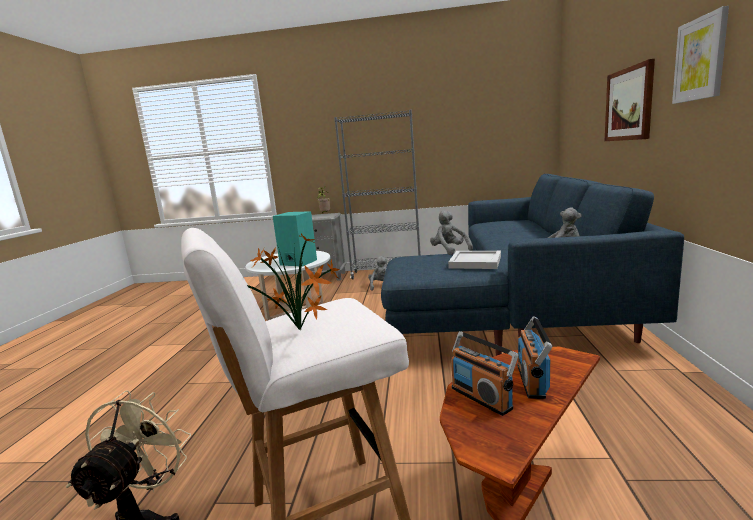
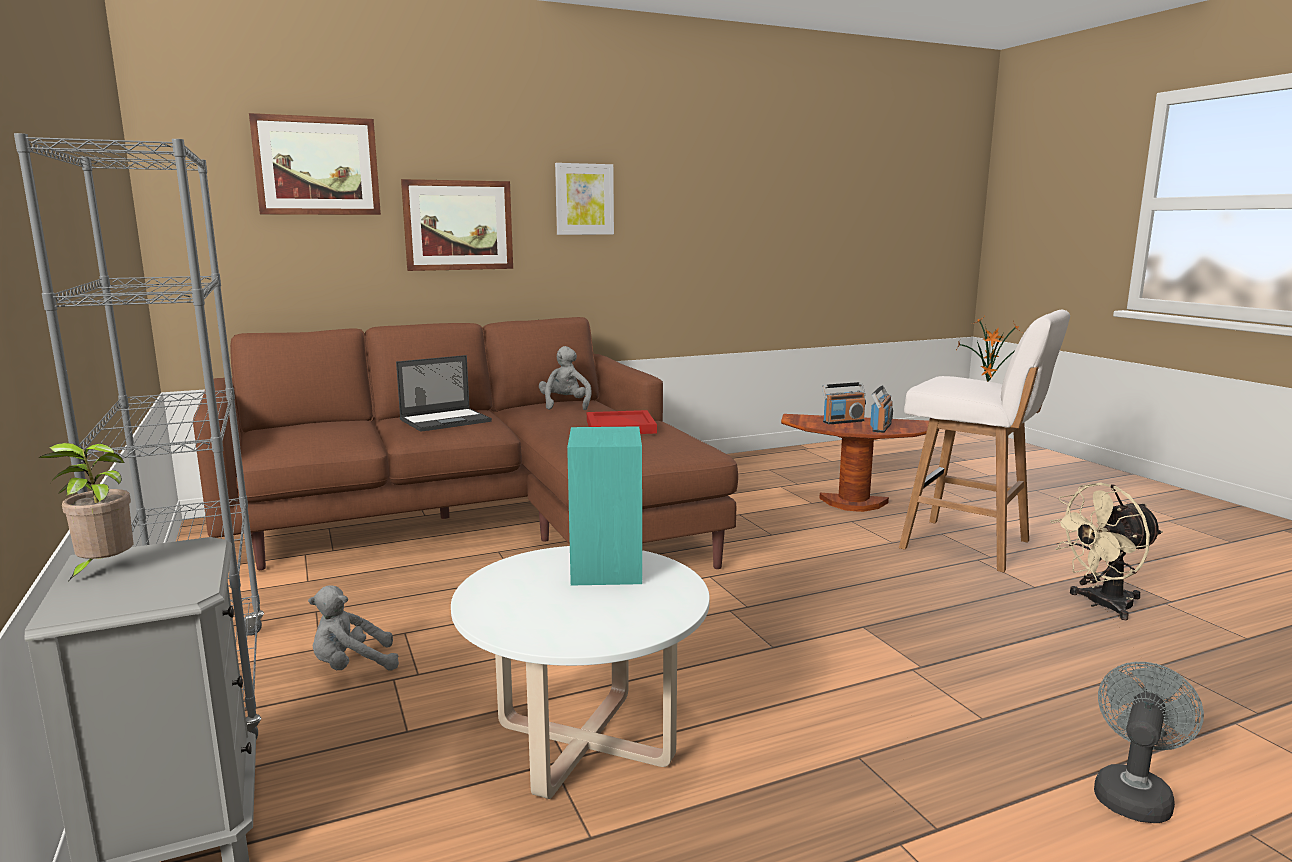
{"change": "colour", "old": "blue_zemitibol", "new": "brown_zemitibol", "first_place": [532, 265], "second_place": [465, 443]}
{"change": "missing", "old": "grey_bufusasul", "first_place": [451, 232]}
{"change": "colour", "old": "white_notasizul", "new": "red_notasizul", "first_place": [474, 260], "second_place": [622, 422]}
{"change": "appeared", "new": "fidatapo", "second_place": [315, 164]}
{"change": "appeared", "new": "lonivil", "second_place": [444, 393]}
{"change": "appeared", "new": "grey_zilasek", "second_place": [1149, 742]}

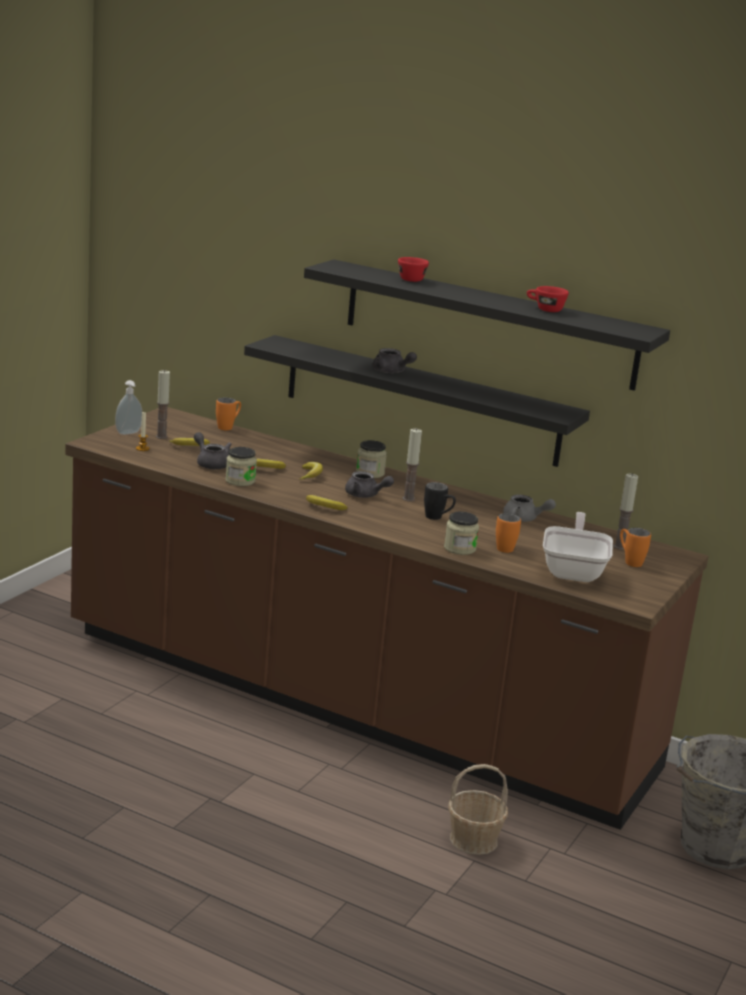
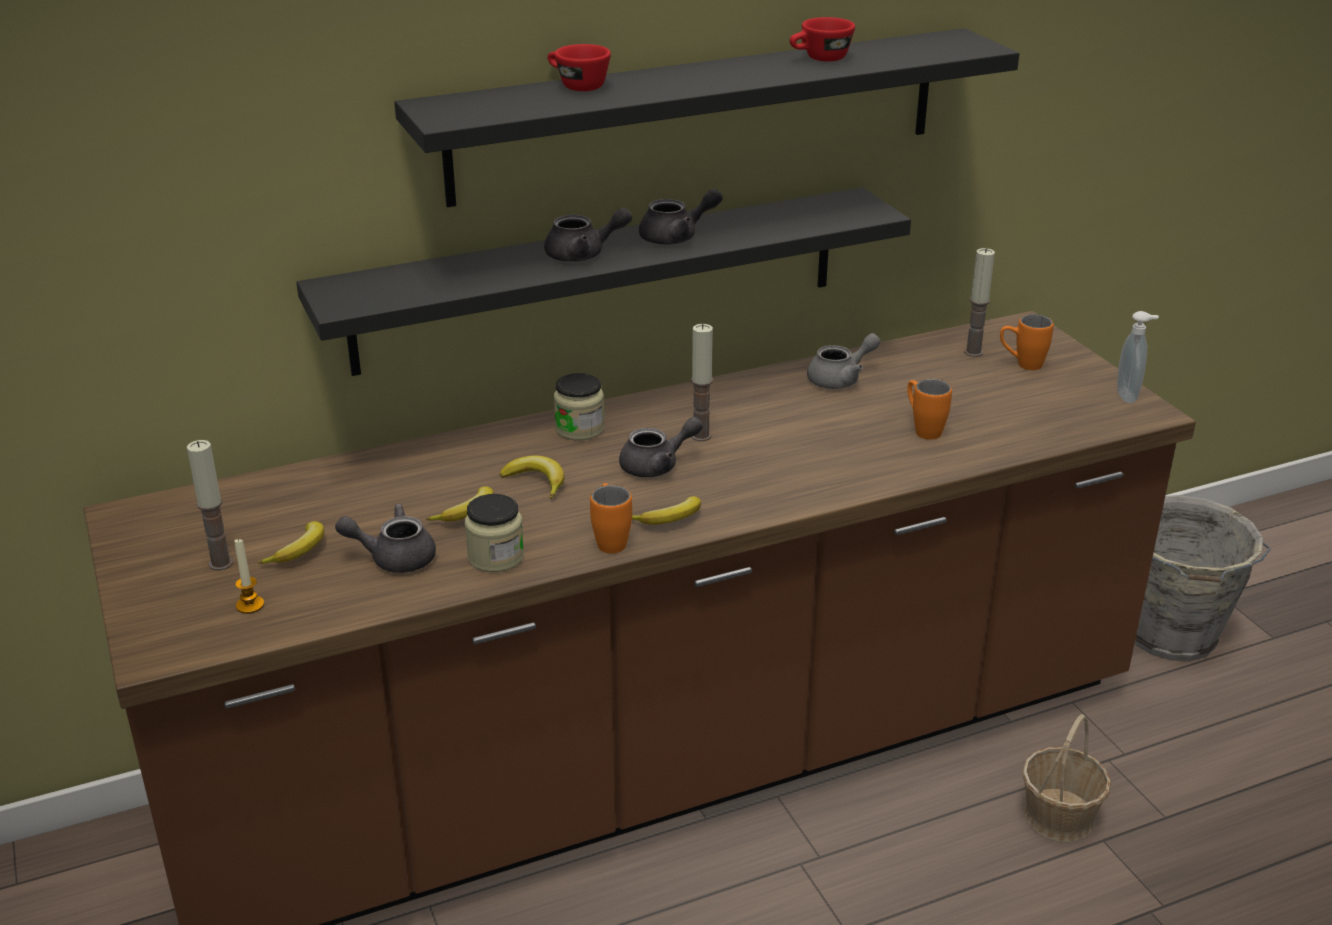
{"change": "relocated", "old": "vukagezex", "first_place": [128, 407], "second_place": [1138, 357]}
{"change": "relocated", "old": "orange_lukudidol", "first_place": [228, 414], "second_place": [611, 518]}
{"change": "missing", "old": "black_lukudidol", "first_place": [440, 501]}
{"change": "missing", "old": "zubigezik", "first_place": [461, 533]}
{"change": "missing", "old": "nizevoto", "first_place": [578, 547]}
{"change": "appeared", "new": "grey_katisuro", "second_place": [681, 216]}

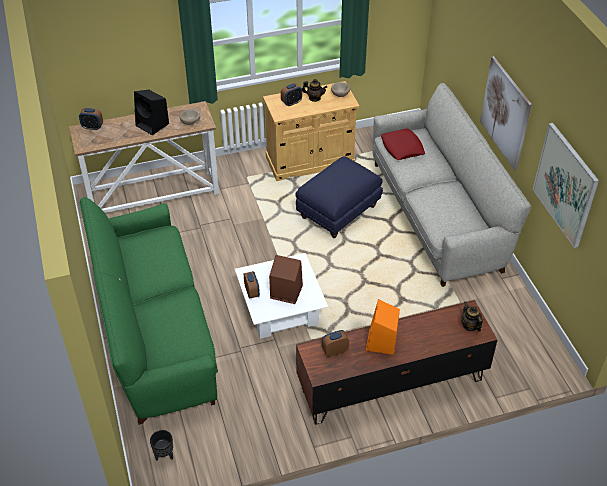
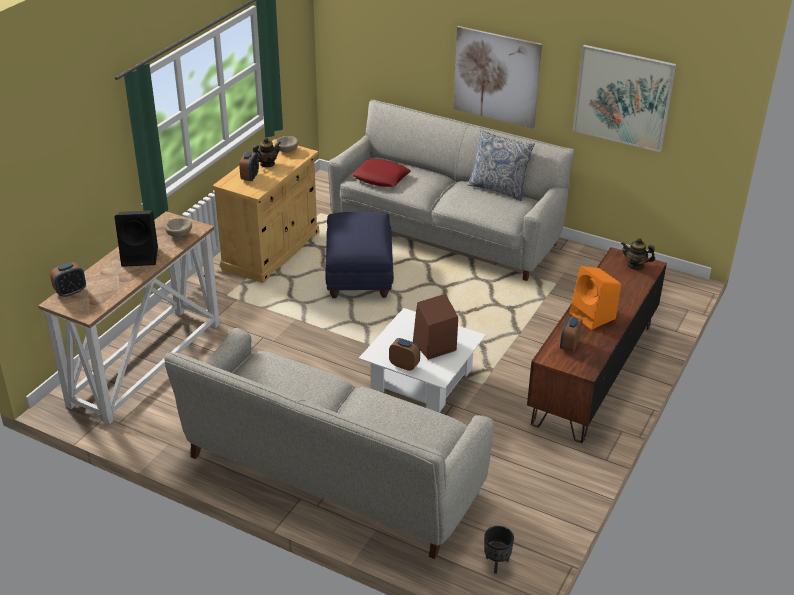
{"change": "colour", "old": "green_zemitibol", "new": "grey_zemitibol", "first_place": [148, 311], "second_place": [329, 443]}
{"change": "appeared", "new": "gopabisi", "second_place": [501, 165]}

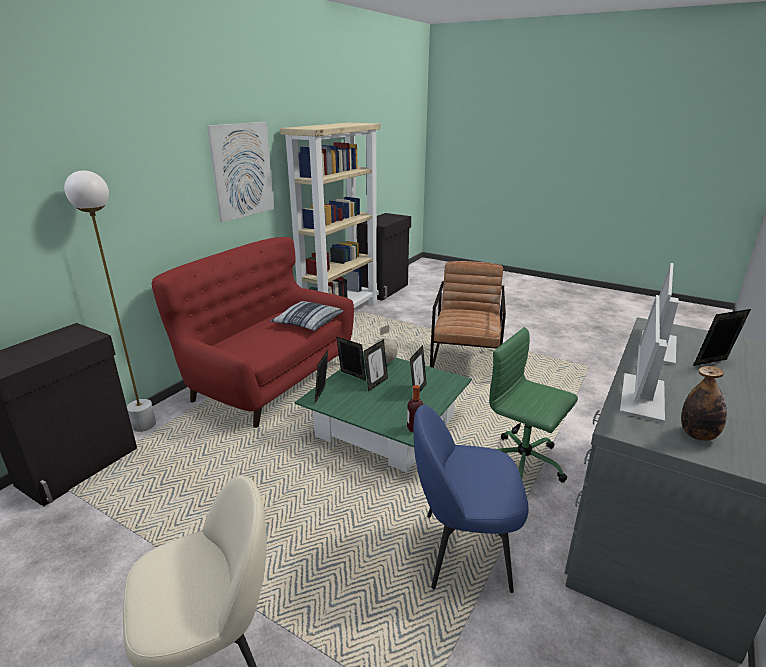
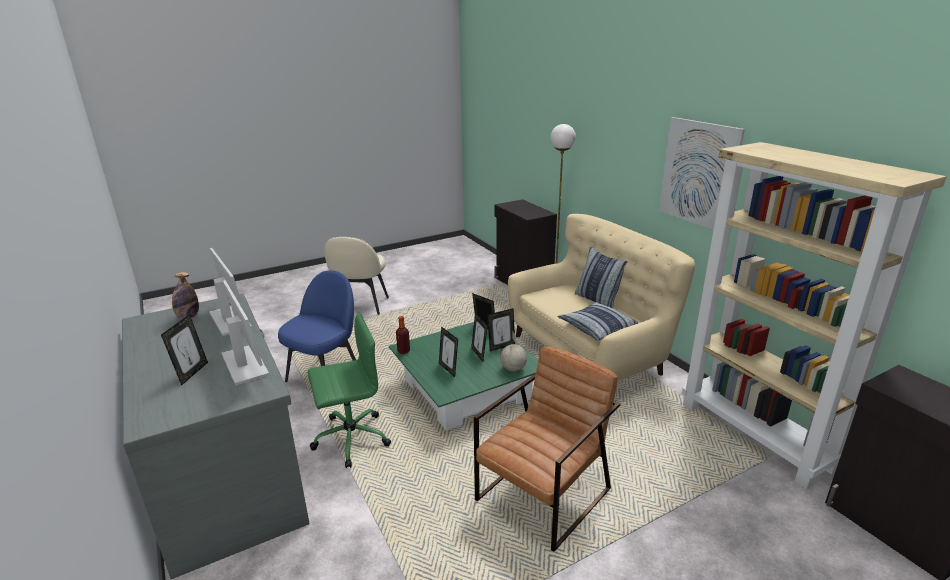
{"change": "colour", "old": "red_zemitibol", "new": "beige_zemitibol", "first_place": [253, 332], "second_place": [601, 297]}
{"change": "spun", "old": "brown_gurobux", "first_place": [468, 314], "second_place": [547, 449], "degrees": -90}
{"change": "appeared", "new": "gopabisi", "second_place": [601, 277]}

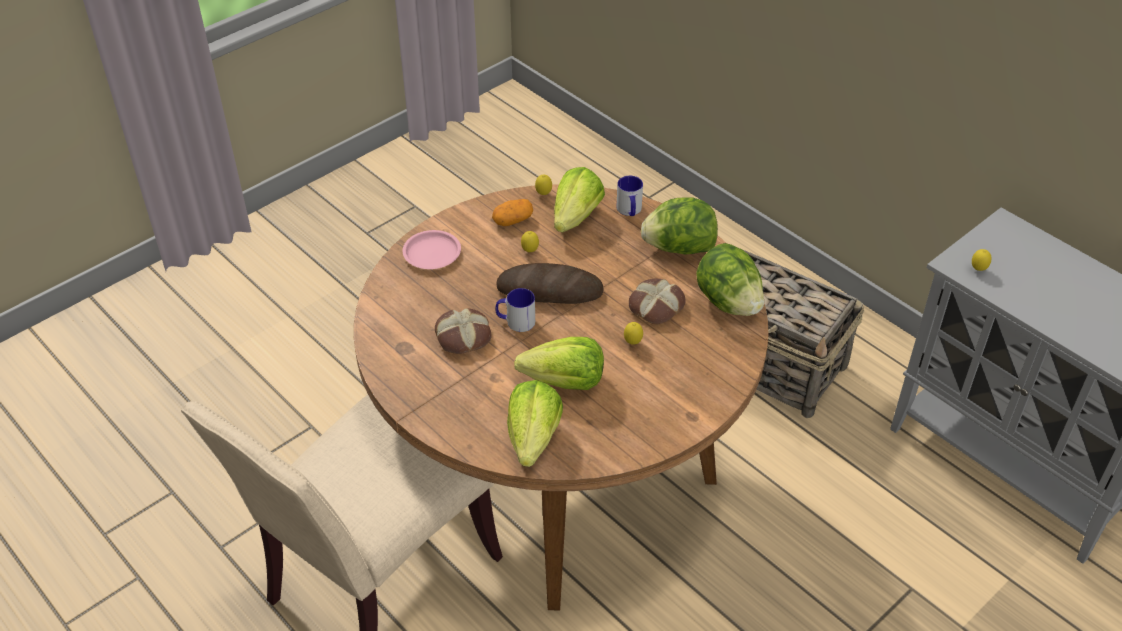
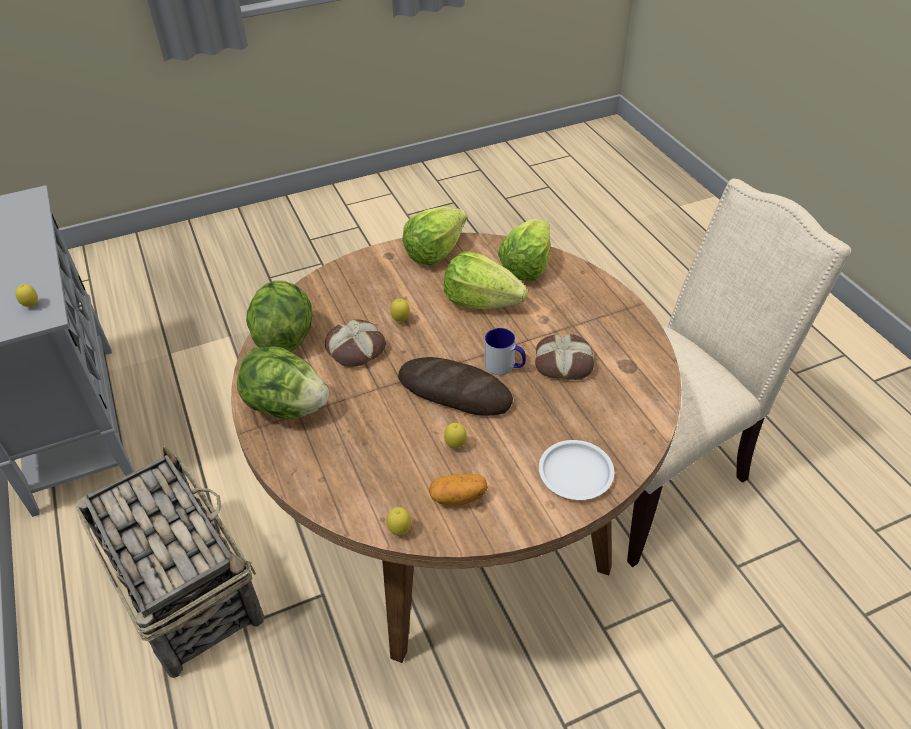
{"change": "colour", "old": "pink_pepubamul", "new": "white_pepubamul", "first_place": [432, 249], "second_place": [576, 470]}
{"change": "relocated", "old": "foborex", "first_place": [579, 199], "second_place": [434, 236]}
{"change": "missing", "old": "lukudidol", "first_place": [629, 196]}

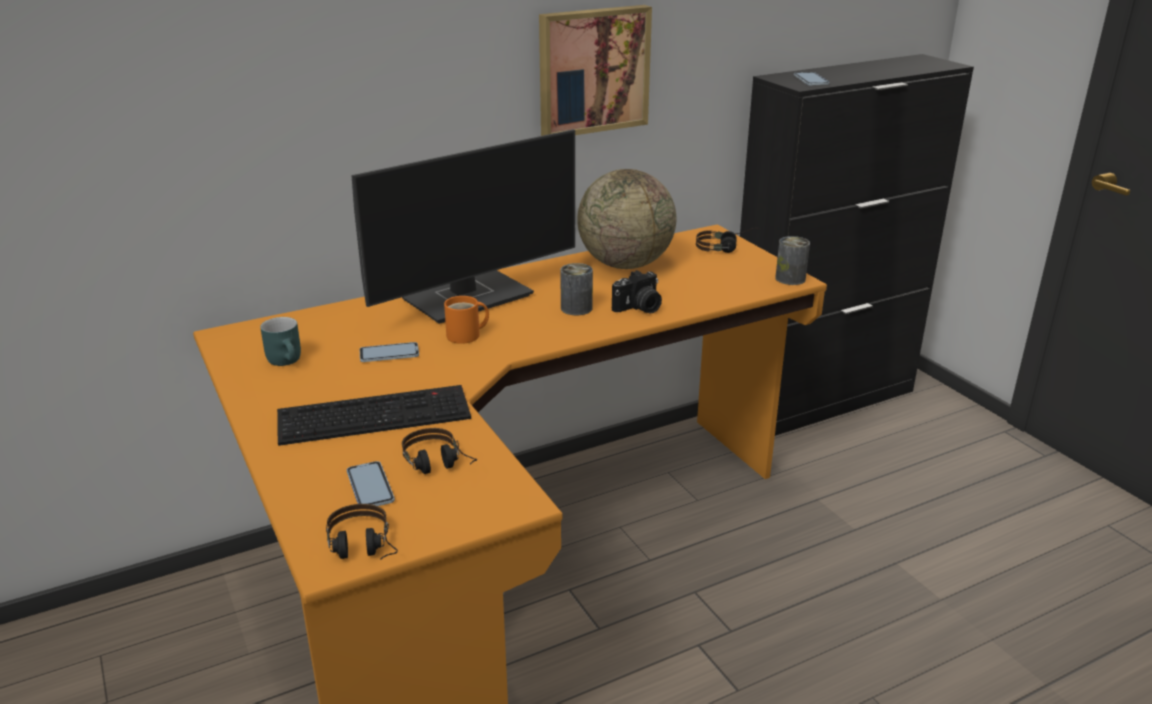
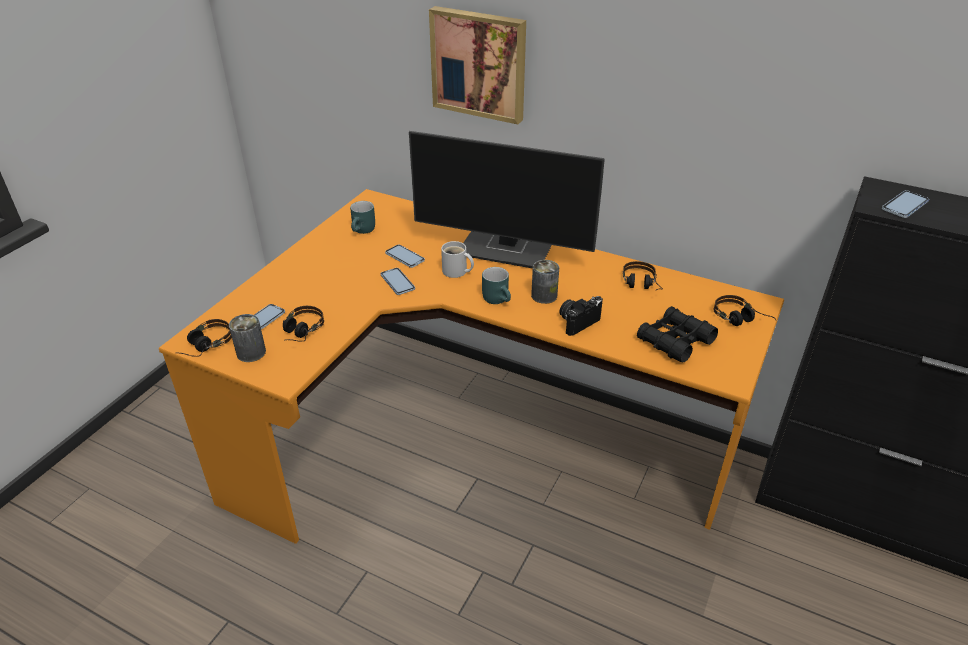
{"change": "missing", "old": "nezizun", "first_place": [374, 415]}
{"change": "colour", "old": "orange_lukudidol", "new": "white_lukudidol", "first_place": [466, 320], "second_place": [457, 259]}
{"change": "relocated", "old": "fidatapo", "first_place": [595, 70], "second_place": [477, 65]}
{"change": "exchanged", "old": "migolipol", "new": "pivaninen", "first_place": [626, 219], "second_place": [643, 275]}
{"change": "spun", "old": "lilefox", "first_place": [637, 291], "second_place": [581, 316], "degrees": 120}
{"change": "relocated", "old": "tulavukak", "first_place": [792, 260], "second_place": [247, 338]}
{"change": "appeared", "new": "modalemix", "second_place": [398, 281]}
{"change": "appeared", "new": "turquoise_lukudidol", "second_place": [496, 285]}
{"change": "appeared", "new": "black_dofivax", "second_place": [677, 334]}

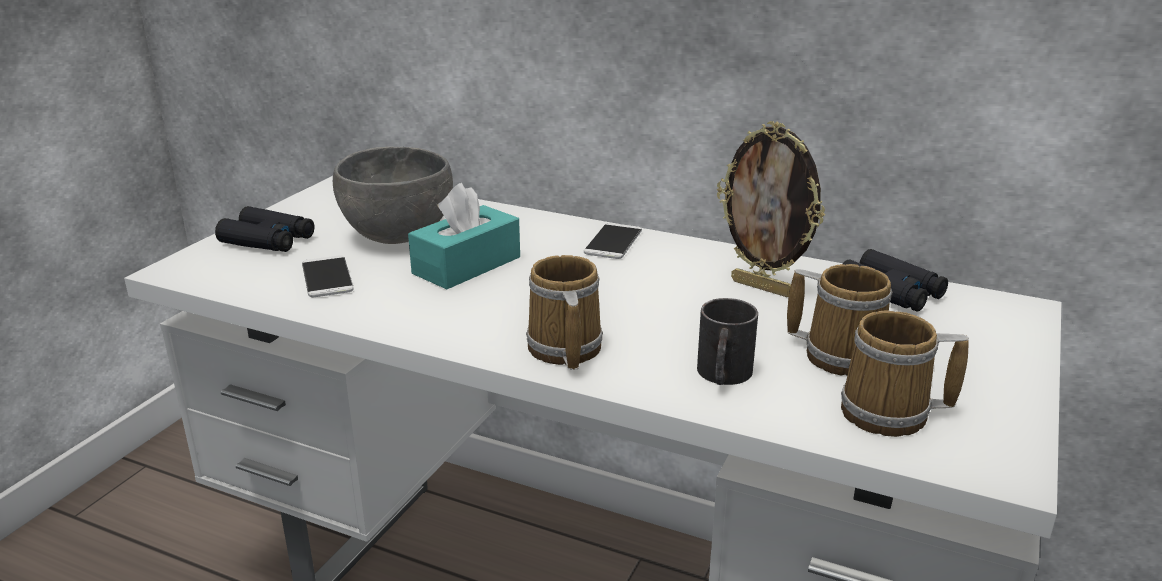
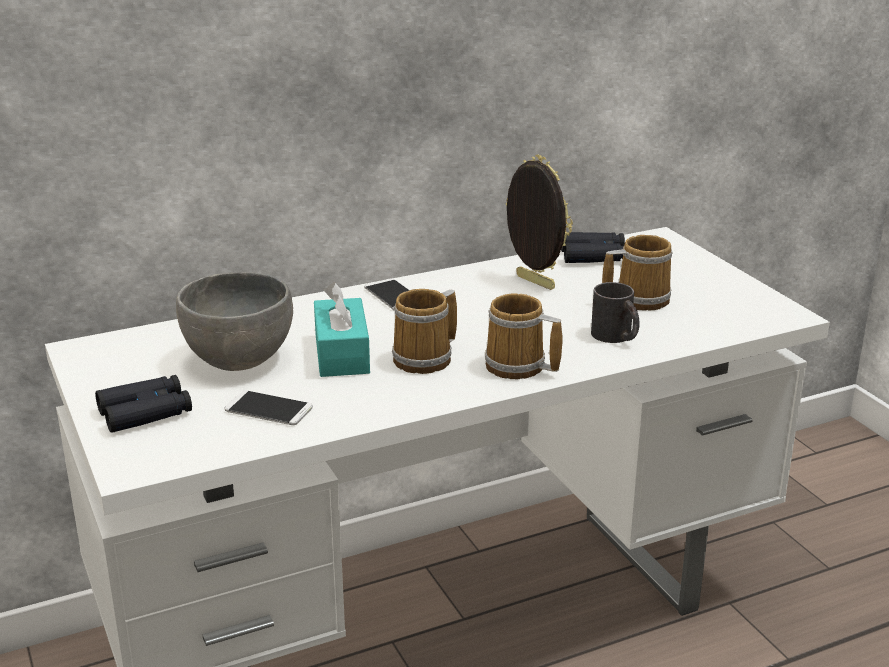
{"change": "spun", "old": "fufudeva", "first_place": [771, 209], "second_place": [539, 222], "degrees": -120}
{"change": "relocated", "old": "lukudidol", "first_place": [905, 373], "second_place": [424, 331]}

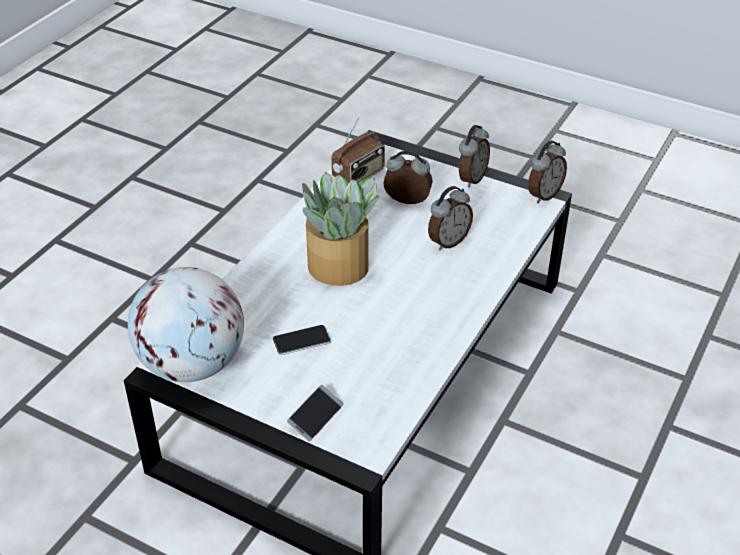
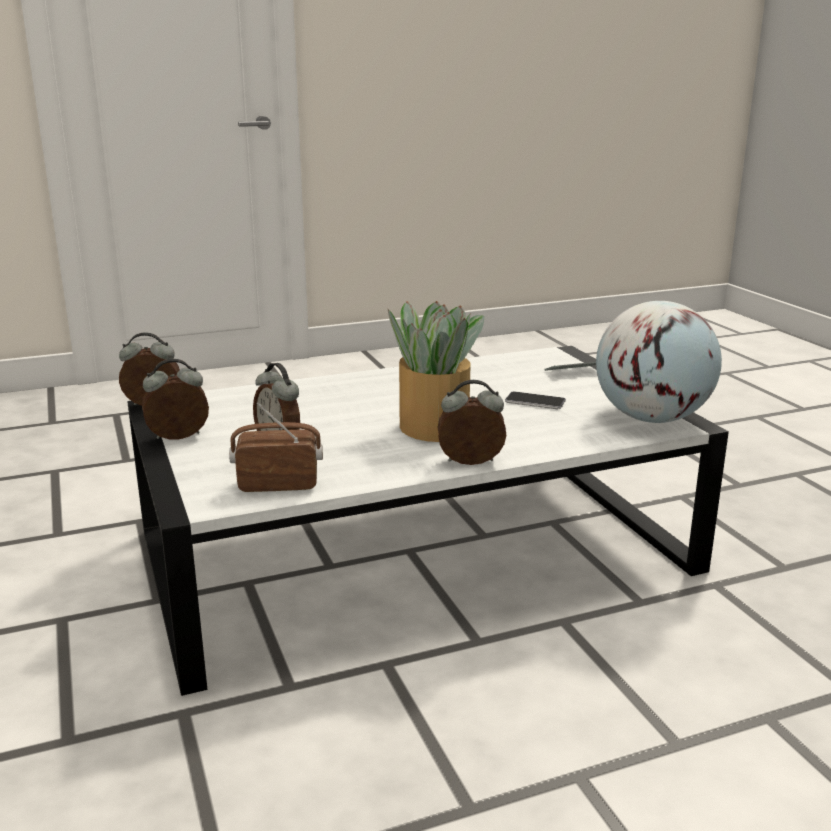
{"change": "relocated", "old": "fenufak", "first_place": [450, 218], "second_place": [472, 422]}

